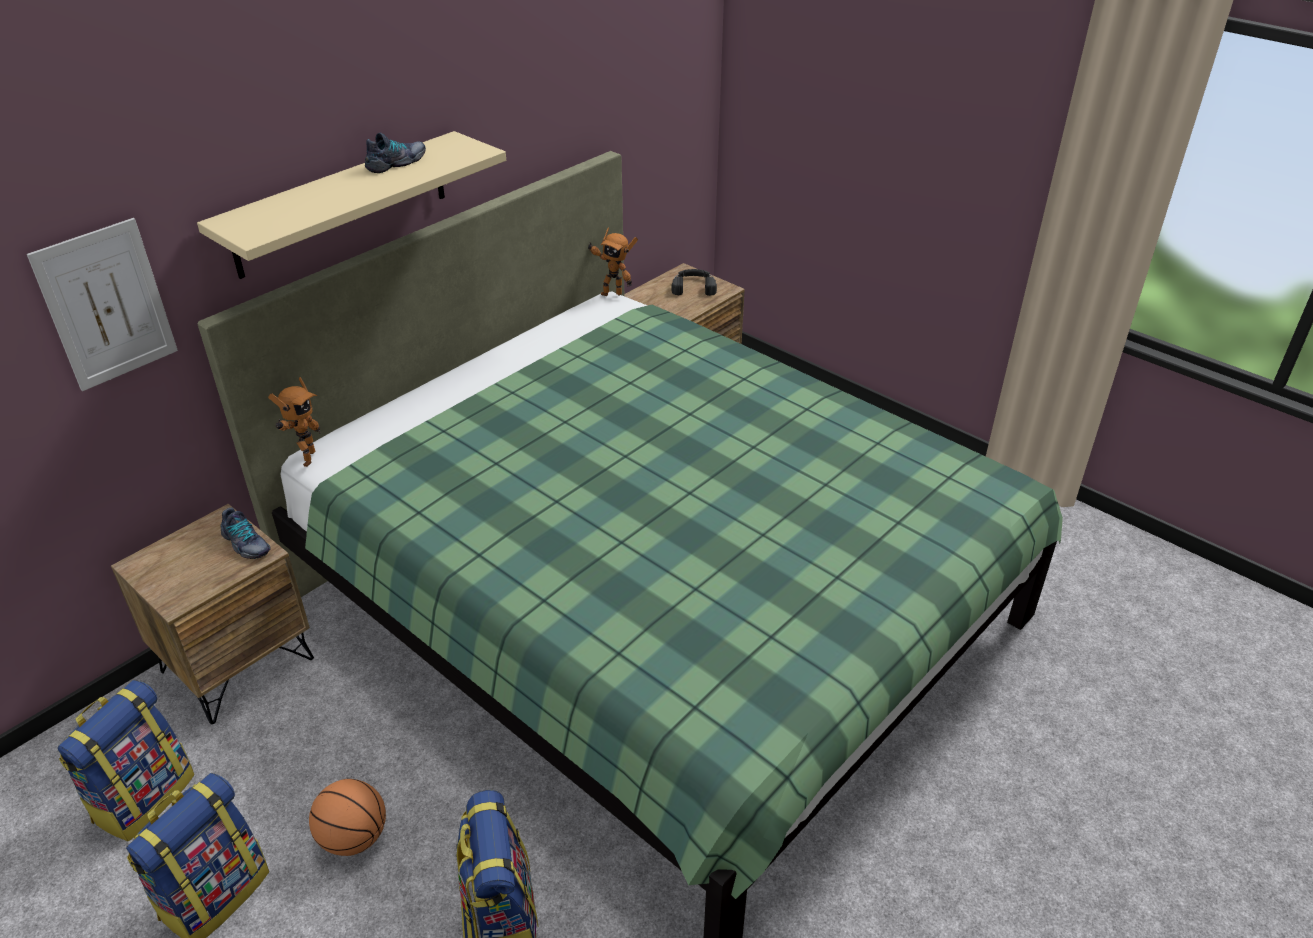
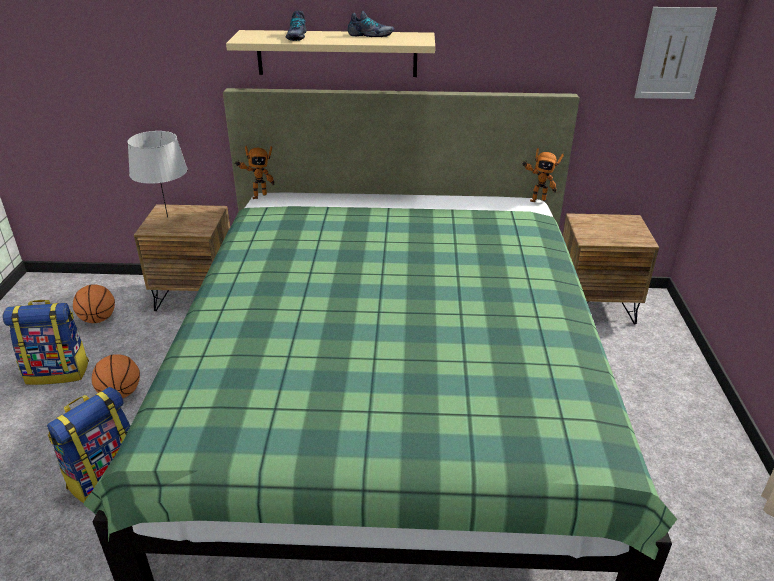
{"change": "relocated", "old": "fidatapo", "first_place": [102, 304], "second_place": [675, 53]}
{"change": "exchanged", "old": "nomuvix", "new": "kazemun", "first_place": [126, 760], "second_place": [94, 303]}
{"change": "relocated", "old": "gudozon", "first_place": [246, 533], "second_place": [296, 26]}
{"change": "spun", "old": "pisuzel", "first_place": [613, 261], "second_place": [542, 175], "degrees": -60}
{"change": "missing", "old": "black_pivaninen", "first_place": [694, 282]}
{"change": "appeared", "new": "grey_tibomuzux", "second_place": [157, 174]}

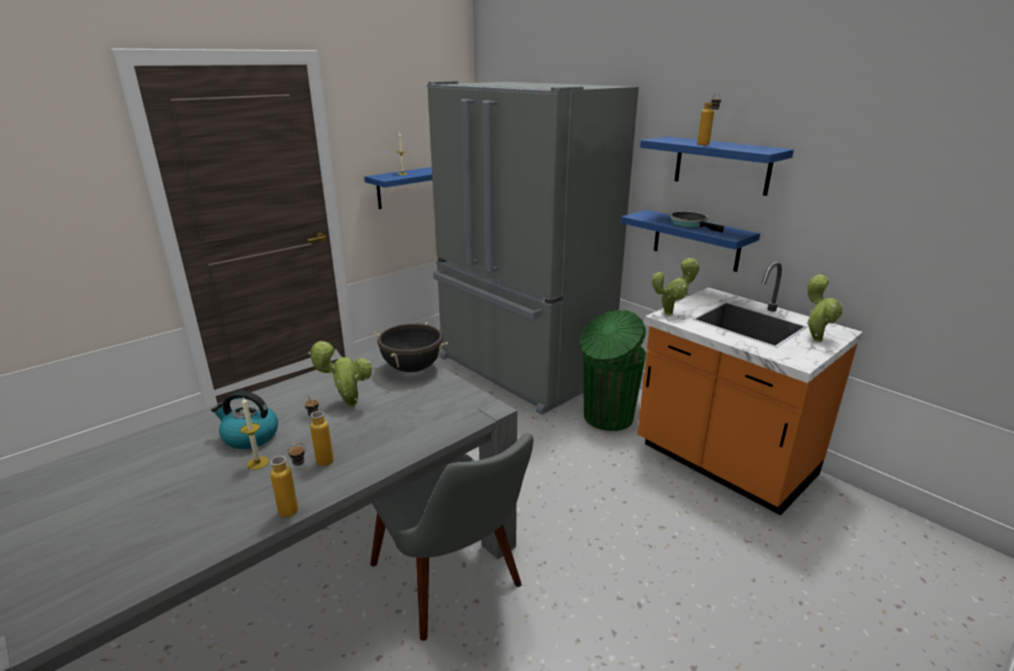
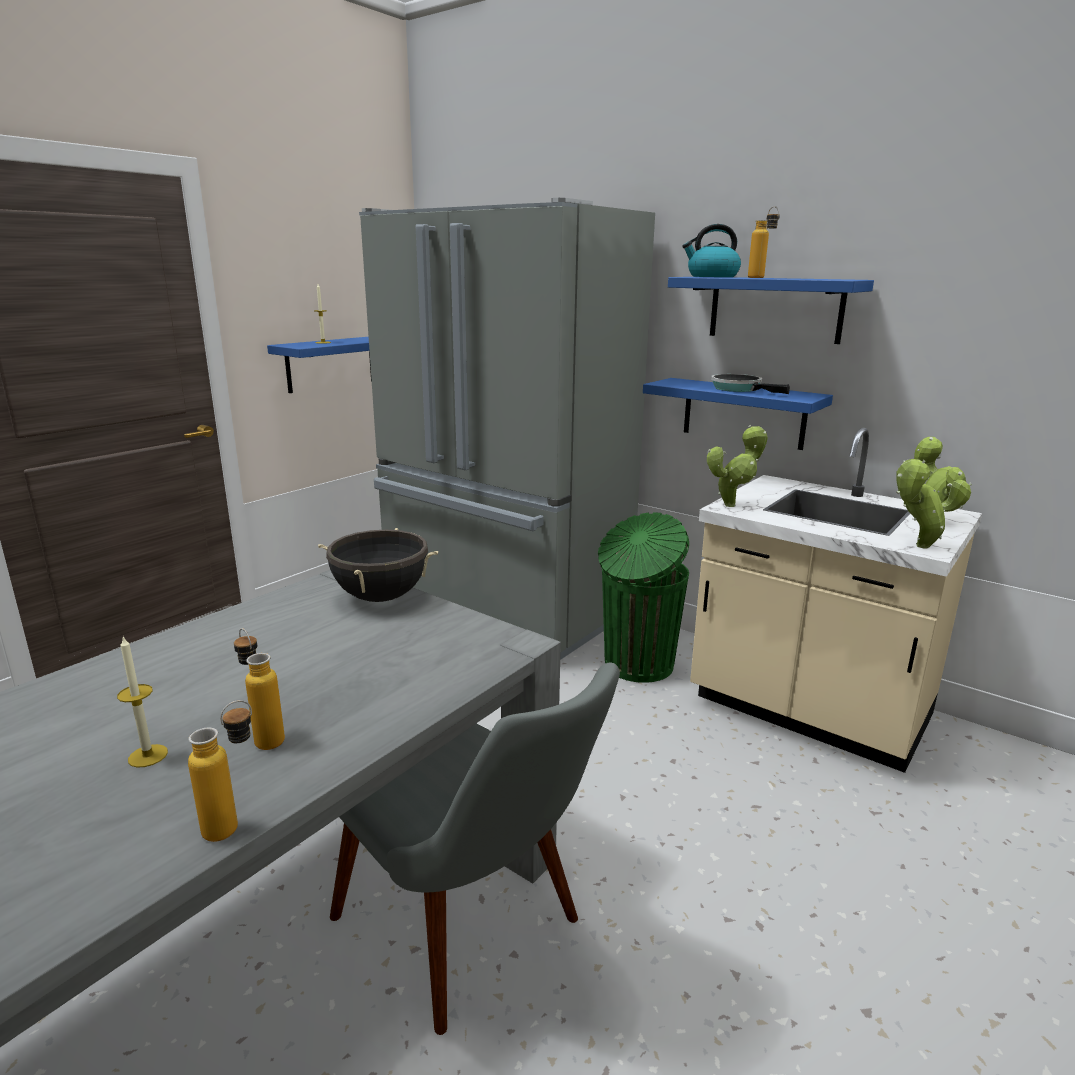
{"change": "relocated", "old": "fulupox", "first_place": [244, 420], "second_place": [711, 250]}
{"change": "relocated", "old": "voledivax", "first_place": [340, 373], "second_place": [934, 504]}
{"change": "colour", "old": "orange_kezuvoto", "new": "beige_kezuvoto", "first_place": [750, 389], "second_place": [836, 600]}

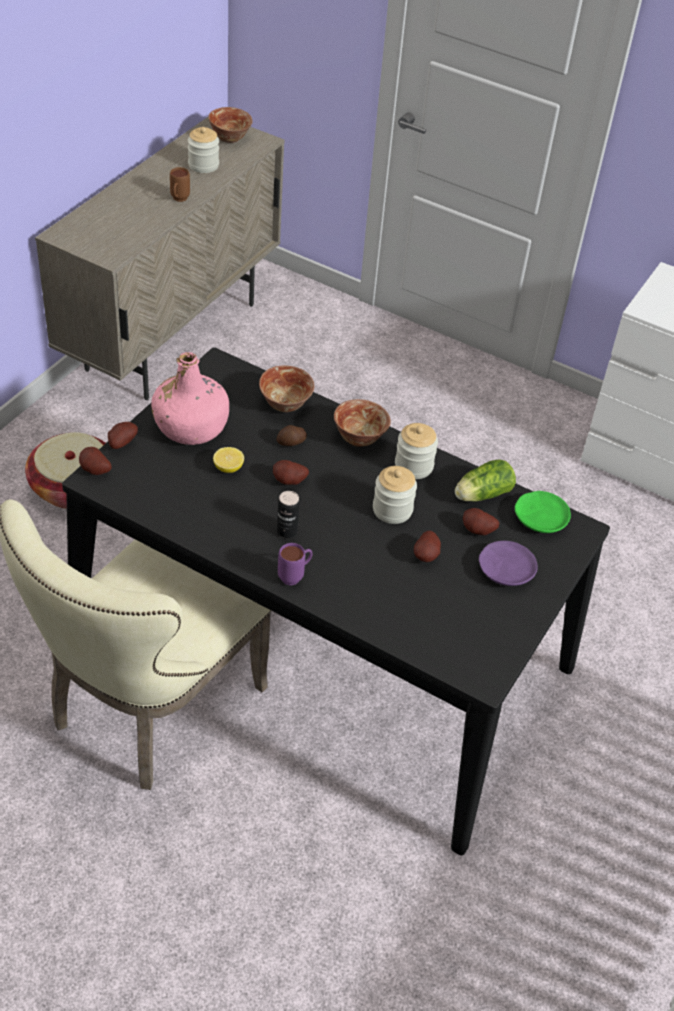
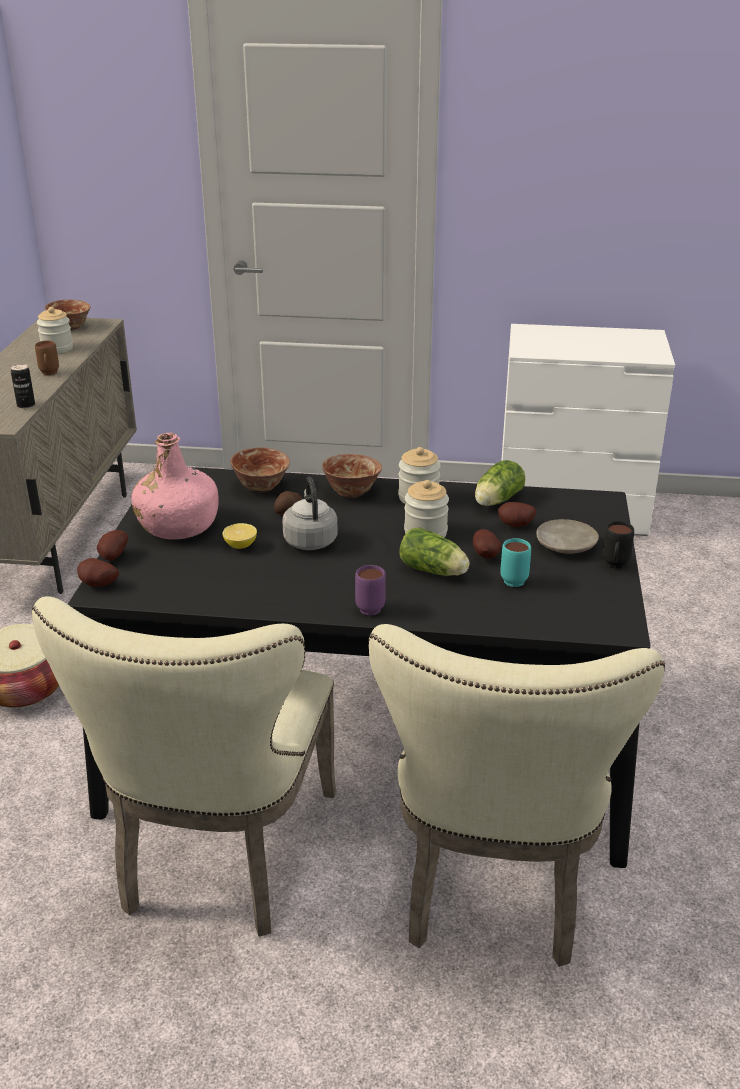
{"change": "exchanged", "old": "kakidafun", "new": "grey_fulupox", "first_place": [291, 472], "second_place": [310, 513]}
{"change": "relocated", "old": "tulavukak", "first_place": [288, 514], "second_place": [23, 386]}
{"change": "colour", "old": "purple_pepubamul", "new": "beige_pepubamul", "first_place": [508, 563], "second_place": [567, 536]}
{"change": "missing", "old": "green_pepubamul", "first_place": [543, 512]}
{"change": "appeared", "new": "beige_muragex", "second_place": [516, 795]}
{"change": "appeared", "new": "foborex", "second_place": [434, 552]}
{"change": "appeared", "new": "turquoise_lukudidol", "second_place": [515, 562]}
{"change": "appeared", "new": "black_lukudidol", "second_place": [618, 545]}

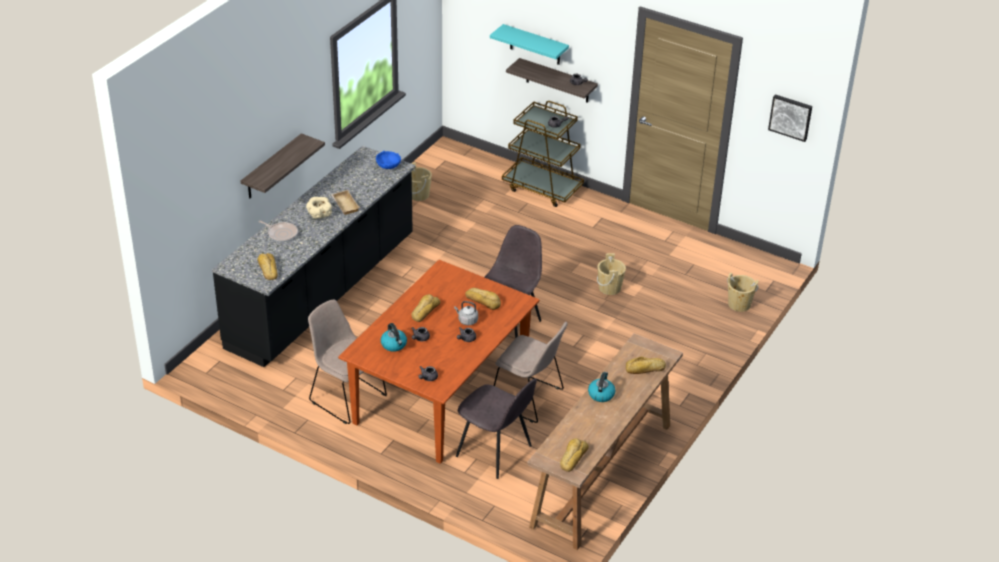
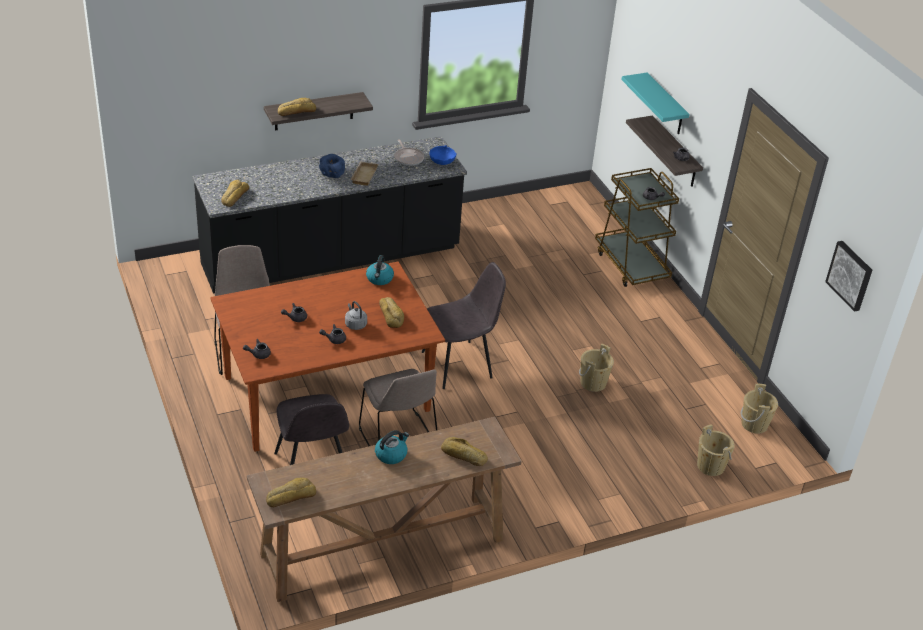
{"change": "relocated", "old": "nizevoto", "first_place": [278, 231], "second_place": [409, 152]}
{"change": "colour", "old": "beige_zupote", "new": "blue_zupote", "first_place": [319, 208], "second_place": [332, 166]}
{"change": "relocated", "old": "fulupox", "first_place": [394, 337], "second_place": [380, 270]}
{"change": "relocated", "old": "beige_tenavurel", "first_place": [421, 181], "second_place": [759, 409]}
{"change": "relocated", "old": "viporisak", "first_place": [425, 308], "second_place": [297, 107]}

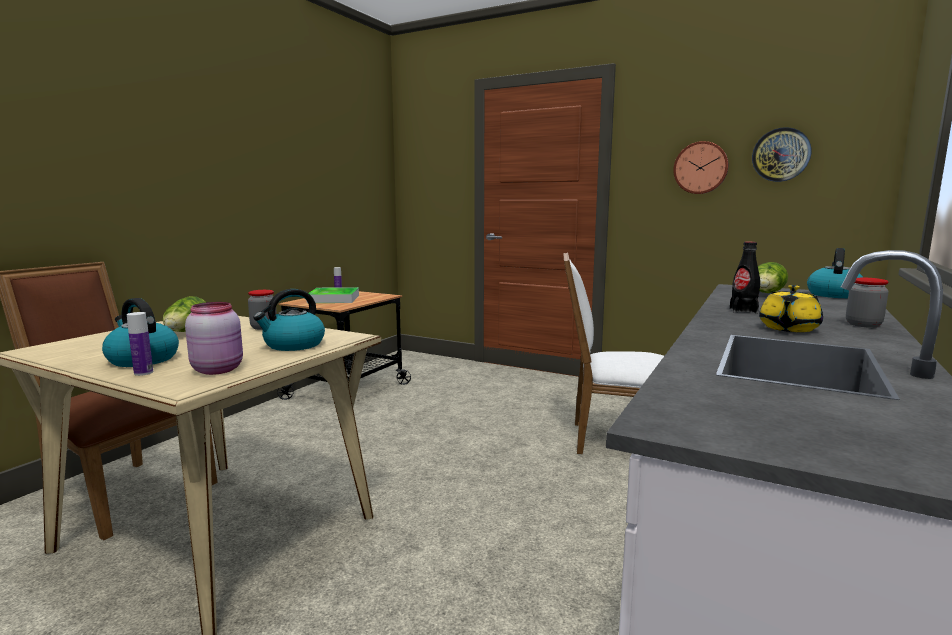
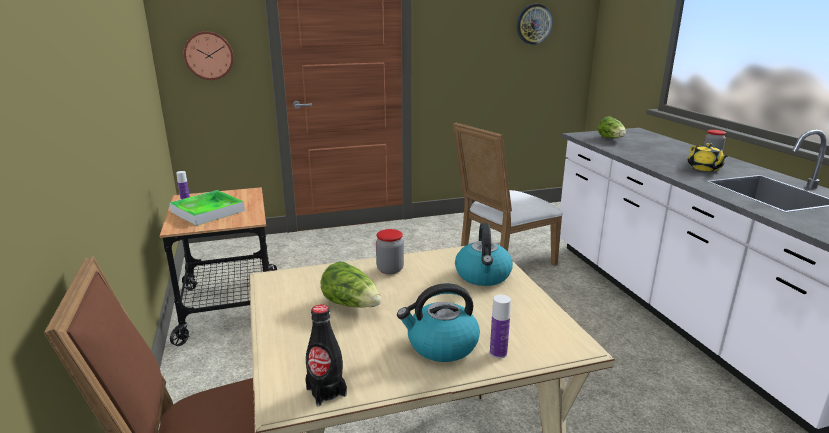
{"change": "missing", "old": "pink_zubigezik", "first_place": [214, 338]}
{"change": "relocated", "old": "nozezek", "first_place": [701, 167], "second_place": [209, 55]}
{"change": "relocated", "old": "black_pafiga", "first_place": [745, 277], "second_place": [326, 355]}
{"change": "missing", "old": "fulupox", "first_place": [835, 273]}

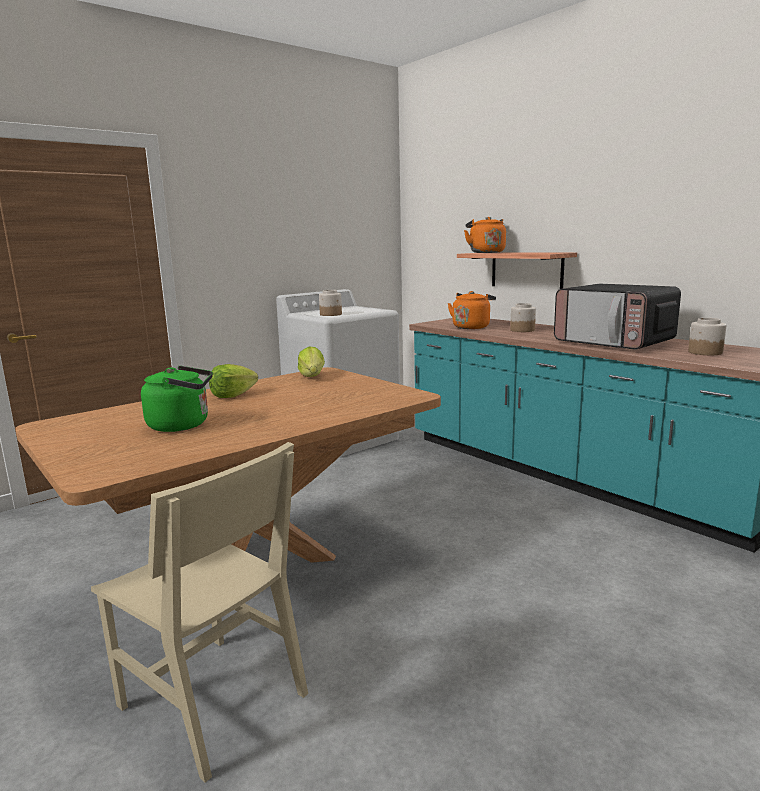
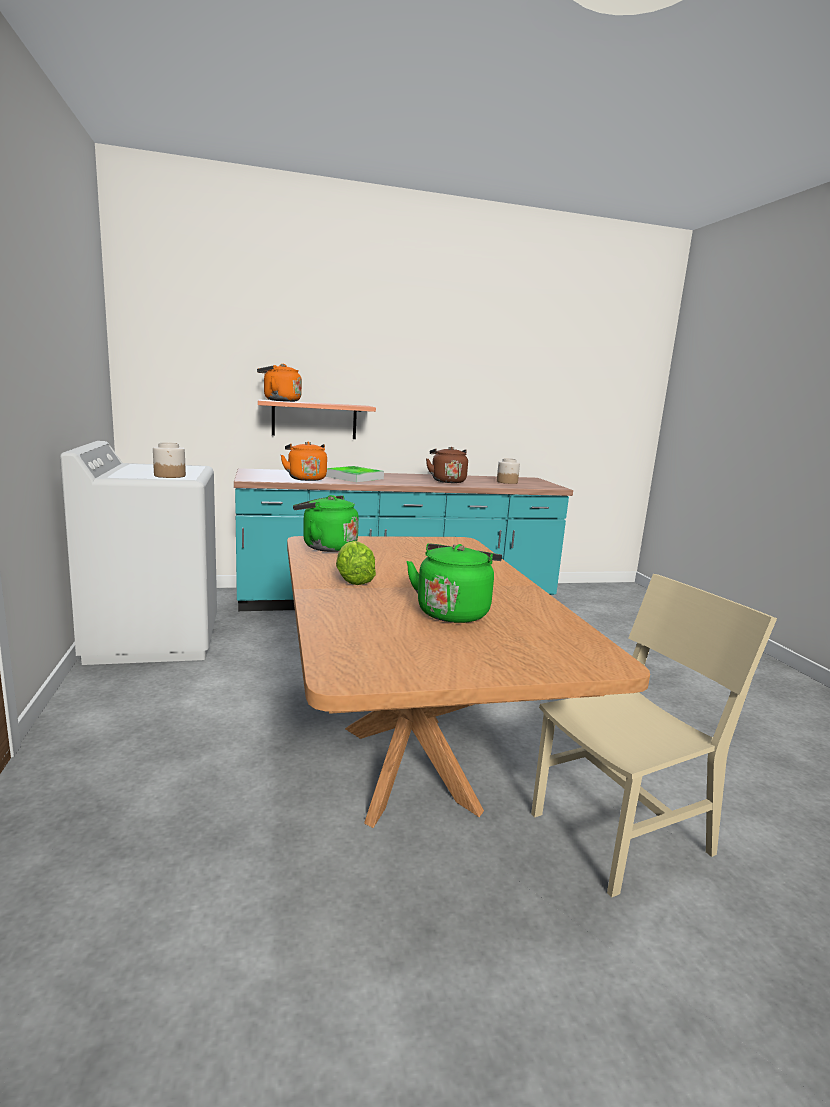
{"change": "exchanged", "old": "foborex", "new": "green_fulupox", "first_place": [311, 361], "second_place": [326, 523]}
{"change": "exchanged", "old": "zubigezik", "new": "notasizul", "first_place": [523, 317], "second_place": [354, 474]}
{"change": "exchanged", "old": "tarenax", "new": "brown_fulupox", "first_place": [617, 317], "second_place": [447, 465]}

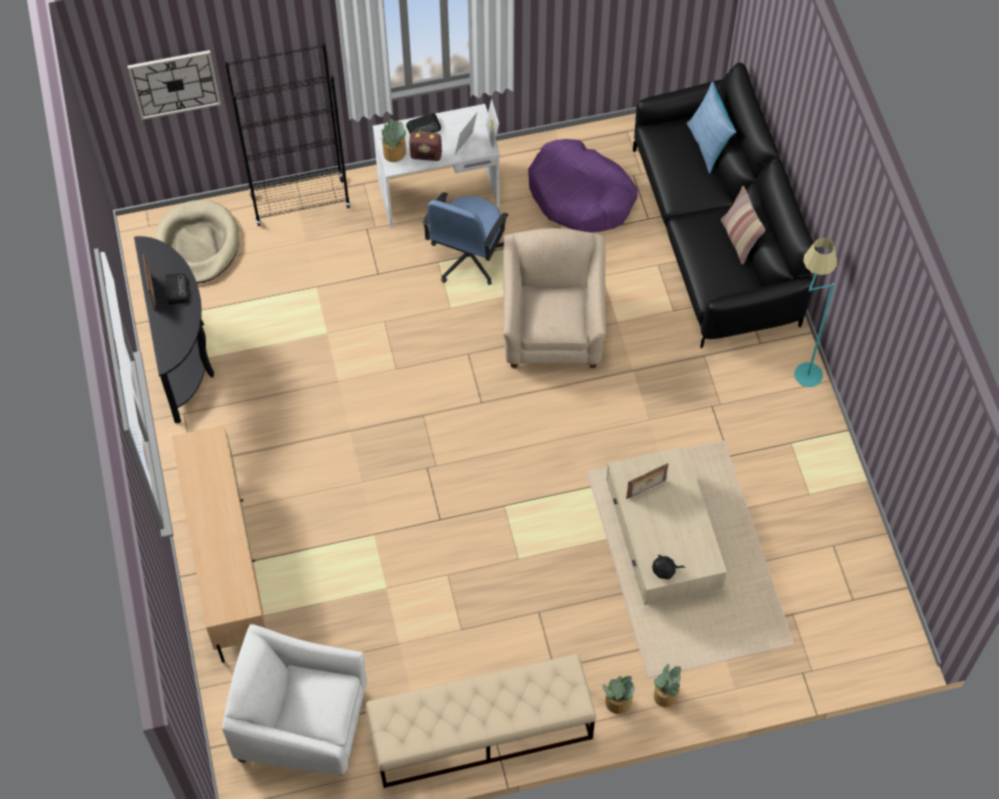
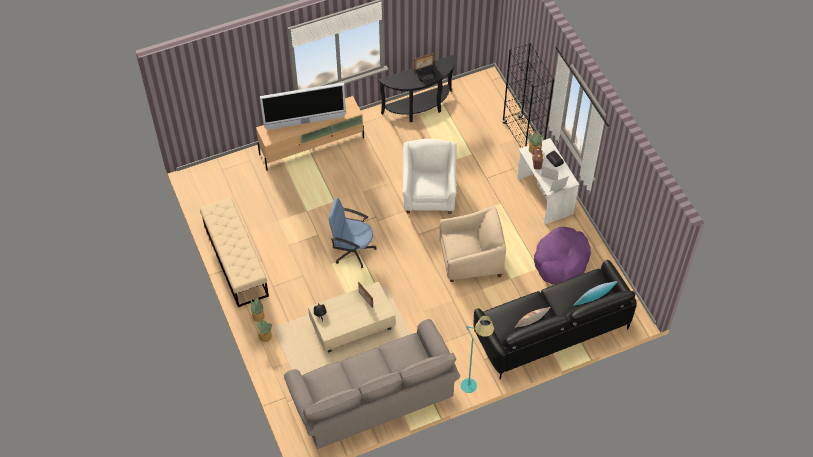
{"change": "missing", "old": "nozezek", "first_place": [174, 85]}
{"change": "missing", "old": "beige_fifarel", "first_place": [196, 242]}
{"change": "relocated", "old": "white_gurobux", "first_place": [294, 700], "second_place": [430, 176]}
{"change": "relocated", "old": "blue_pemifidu", "first_place": [465, 238], "second_place": [353, 232]}
{"change": "appeared", "new": "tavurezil", "second_place": [303, 106]}
{"change": "appeared", "new": "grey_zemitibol", "second_place": [372, 384]}

